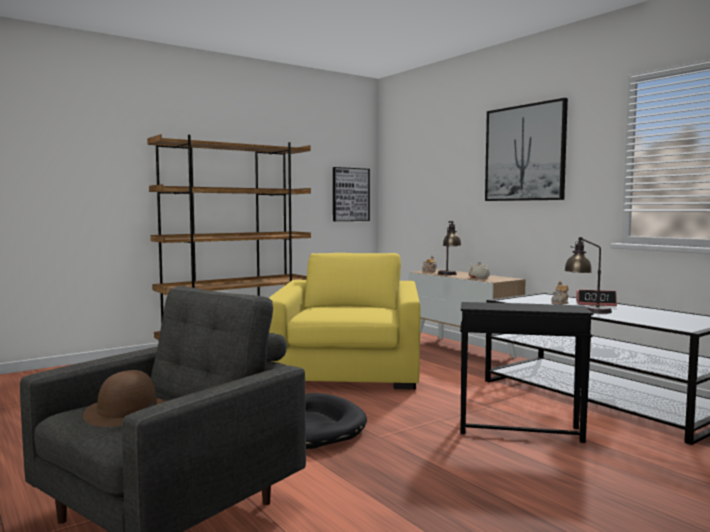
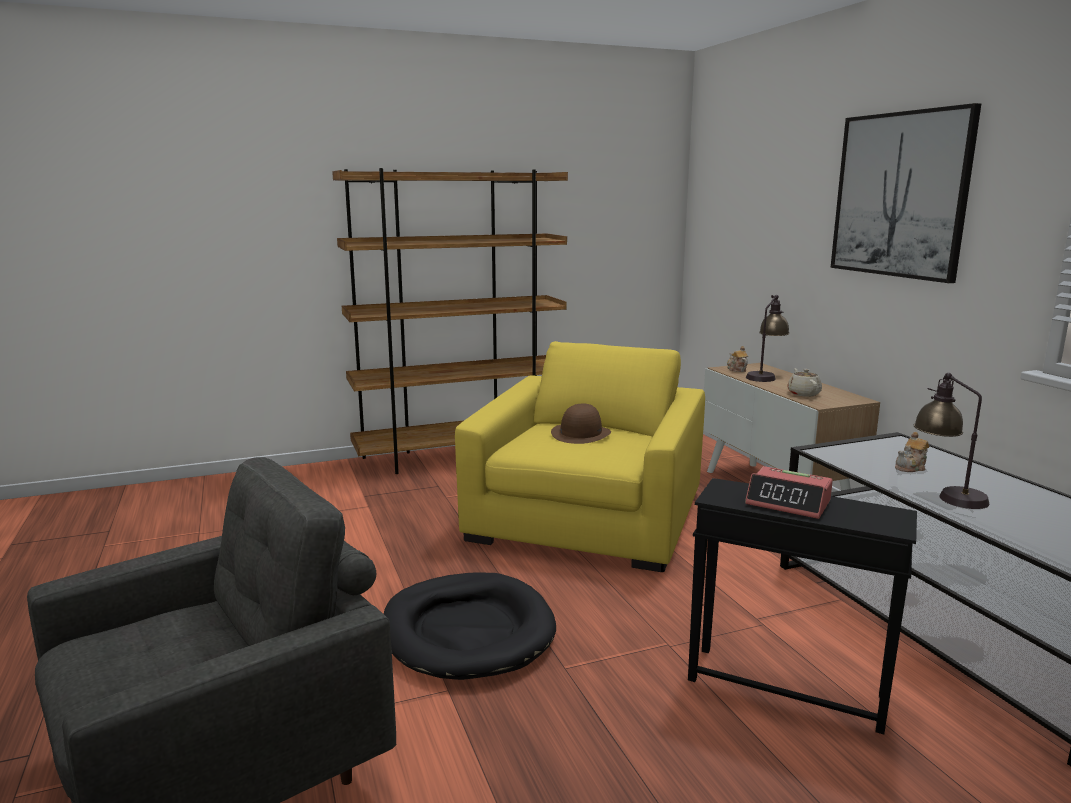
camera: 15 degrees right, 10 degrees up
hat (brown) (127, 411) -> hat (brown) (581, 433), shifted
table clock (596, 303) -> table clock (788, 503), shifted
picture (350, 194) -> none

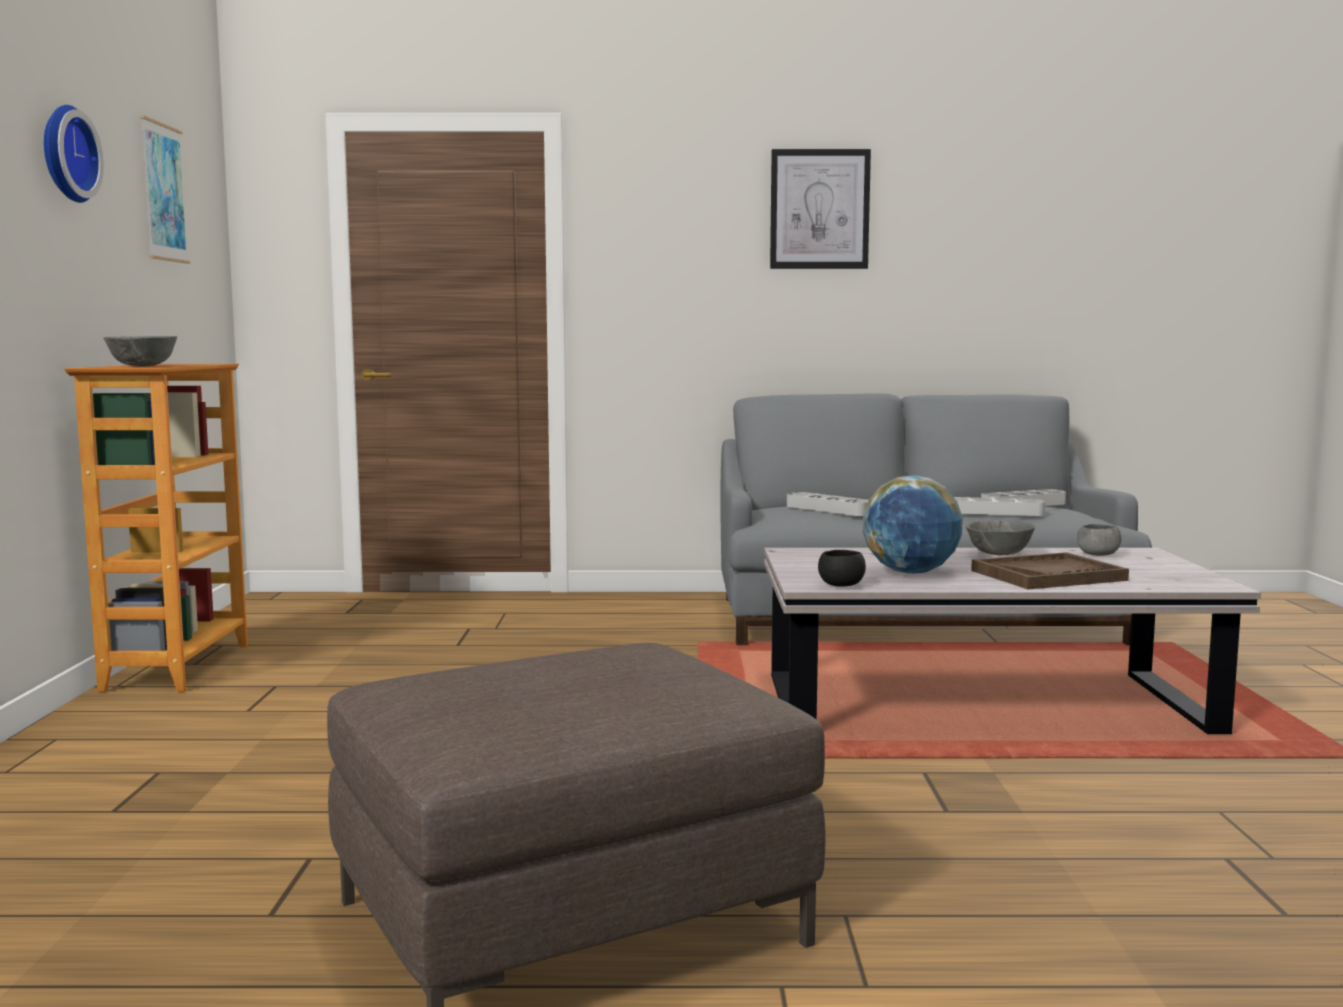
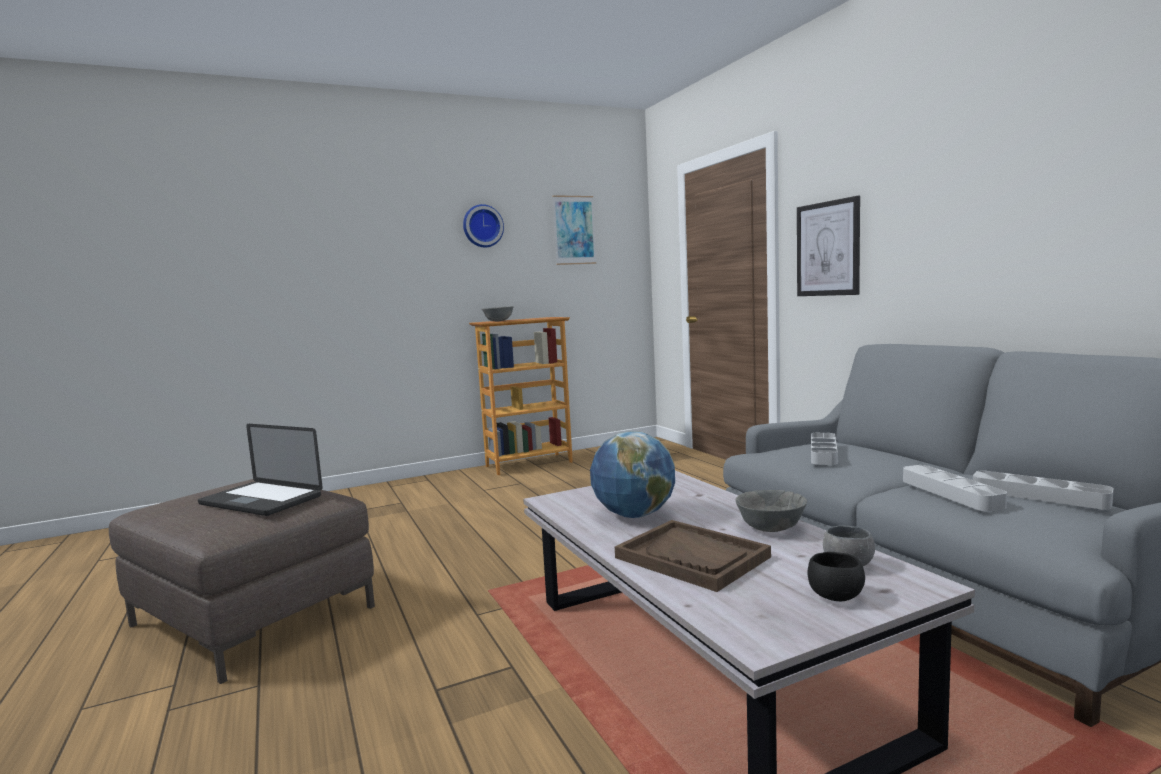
camera: 65 degrees right, 0 degrees up
none -> notebook computer (261, 500)
picture (819, 209) -> picture (828, 249), shifted
deep dish (black-coloured) (841, 585) -> deep dish (black-coloured) (835, 596), shifted

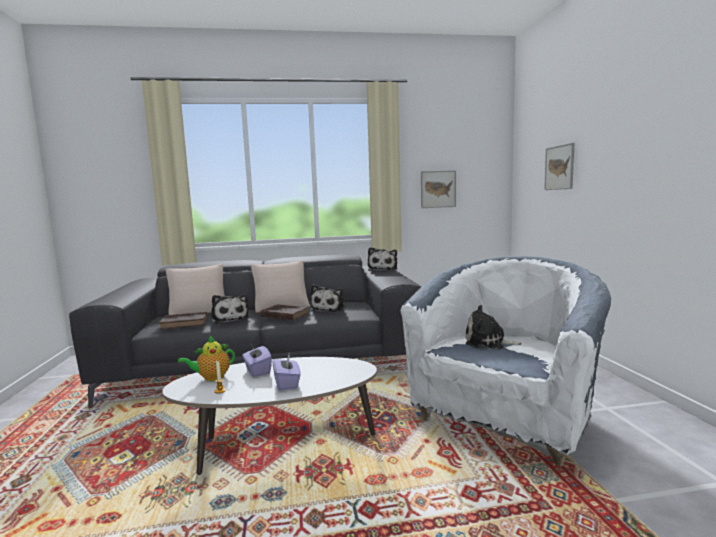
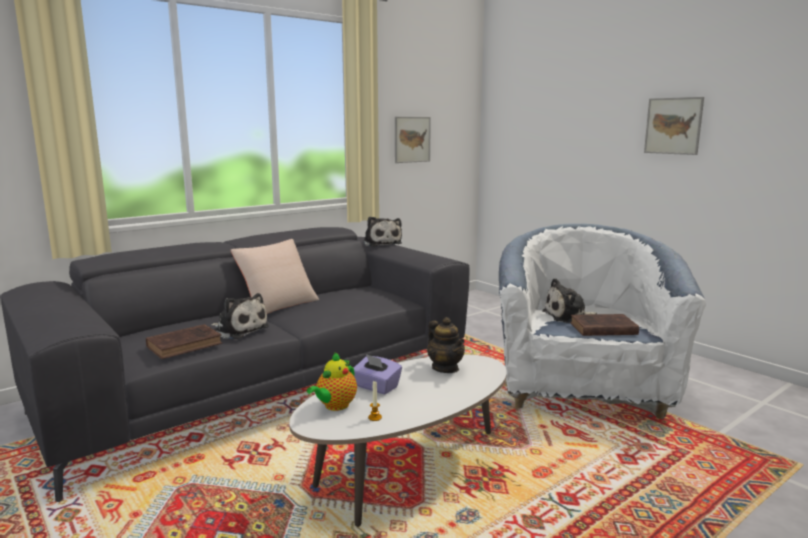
camera: 30 degrees left, 5 degrees up
none -> teapot (445, 368)
bound book (brown) (283, 315) -> bound book (brown) (601, 329), shifted
picture (559, 167) -> picture (673, 126), shifted
throw pillow (beige) (199, 311) -> none
tissue box (purplish) (287, 383) -> none
soft toy (329, 309) -> none

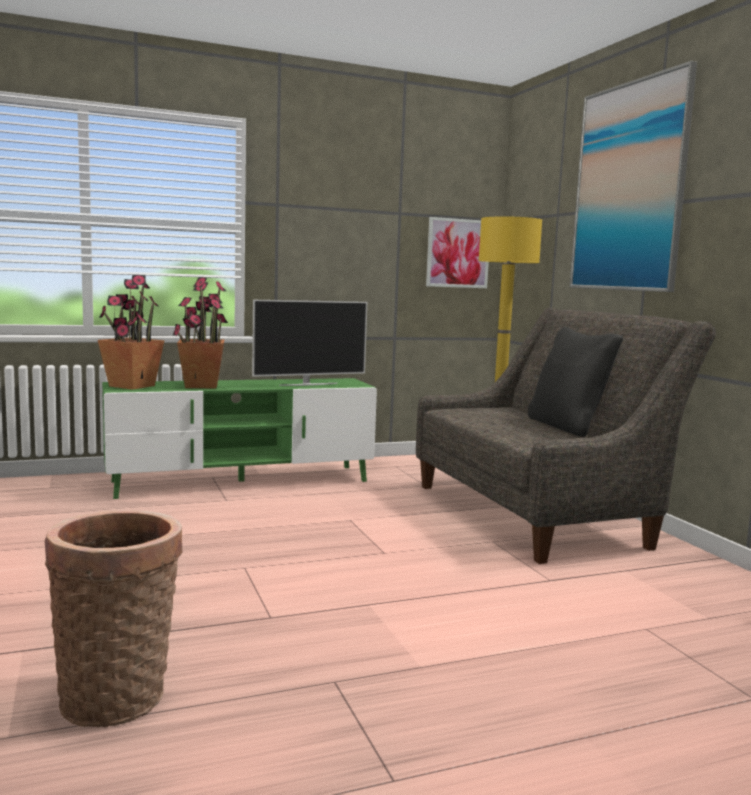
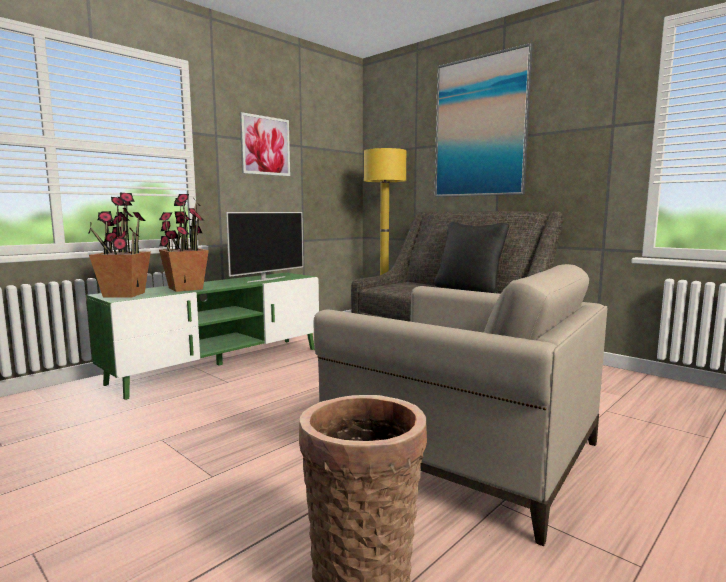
camera: 25 degrees left, 0 degrees up
picture (457, 253) -> picture (265, 146), shifted
none -> lounge chair (beige) (461, 451)

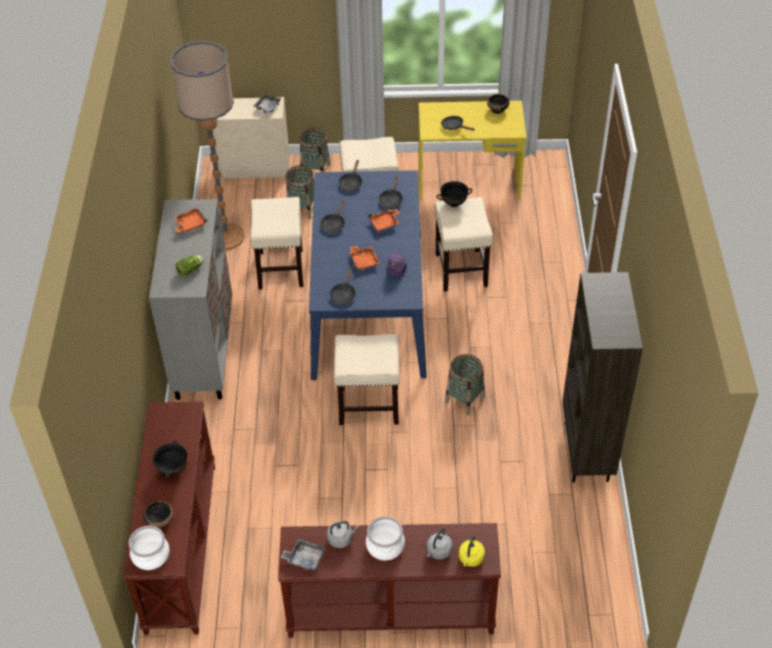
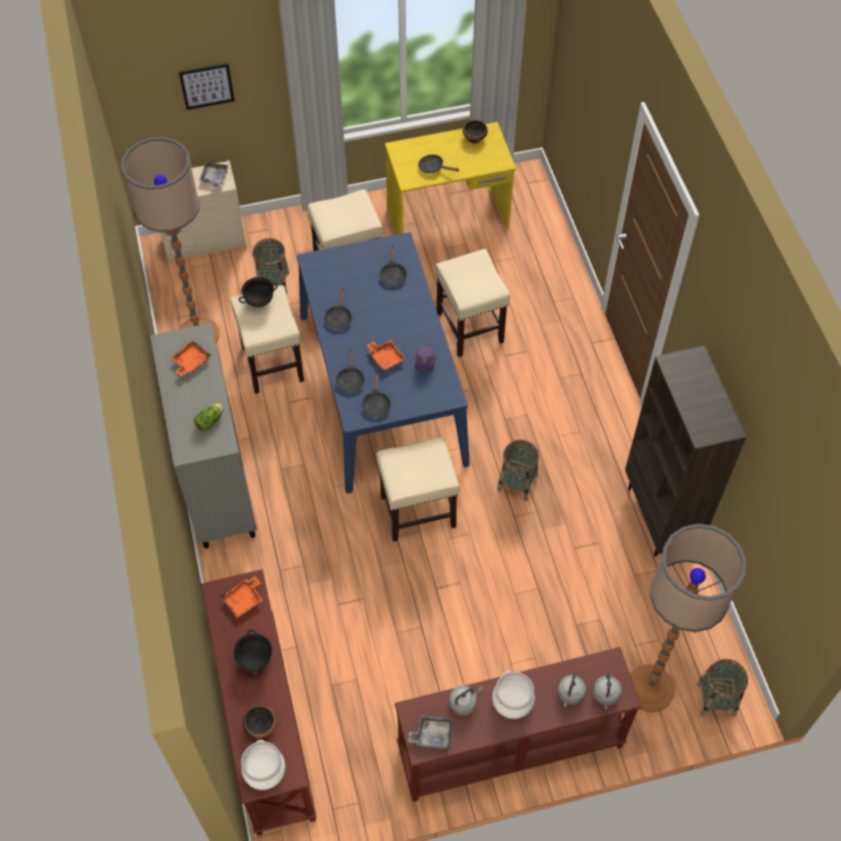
camera: 15 degrees left, 10 degrees up
none -> picture (207, 86)
carrying tray (orange-coloured) (384, 223) -> carrying tray (orange-coloured) (244, 600), shifted
deep dish (black-coloured) (454, 203) -> deep dish (black-coloured) (259, 301), shifted
pan (black-coloured) (351, 183) -> pan (black-coloured) (350, 380), shifted
tea kettle (yellow) (471, 559) -> tea kettle (gray) (606, 695)
none -> floor lamp (649, 688)
basket (315, 170) -> basket (716, 699), shifted

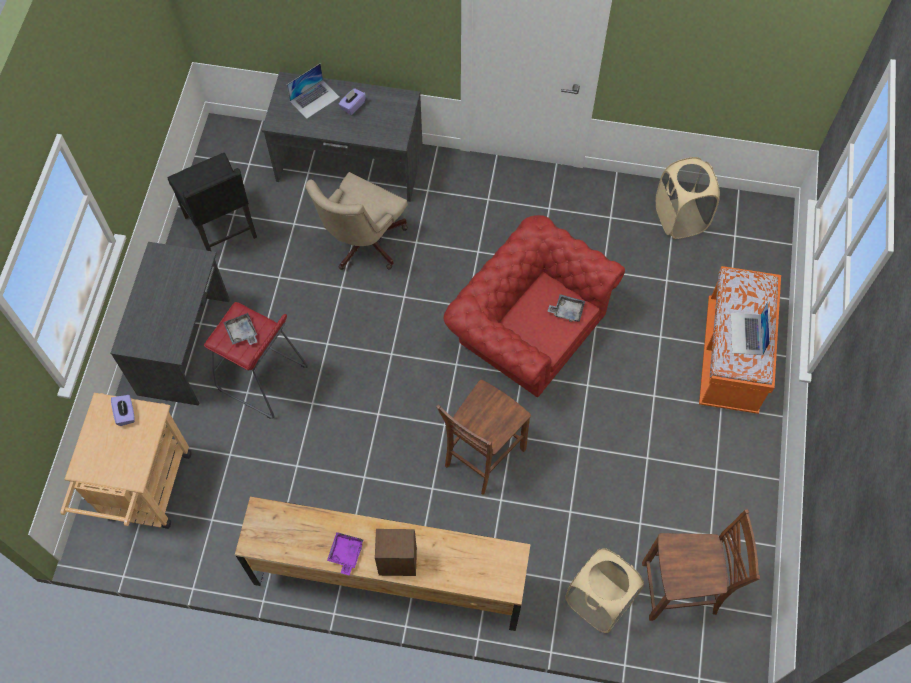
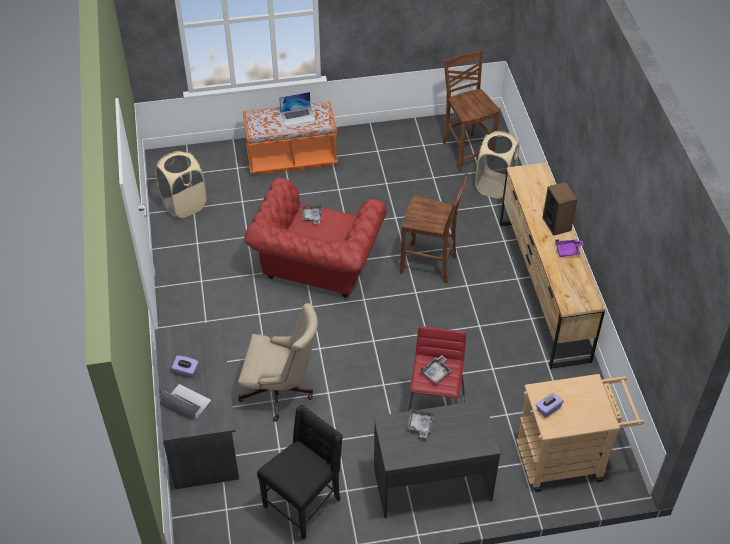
camera: 110 degrees left, 15 degrees down
none -> carrying tray (gray) (420, 425)

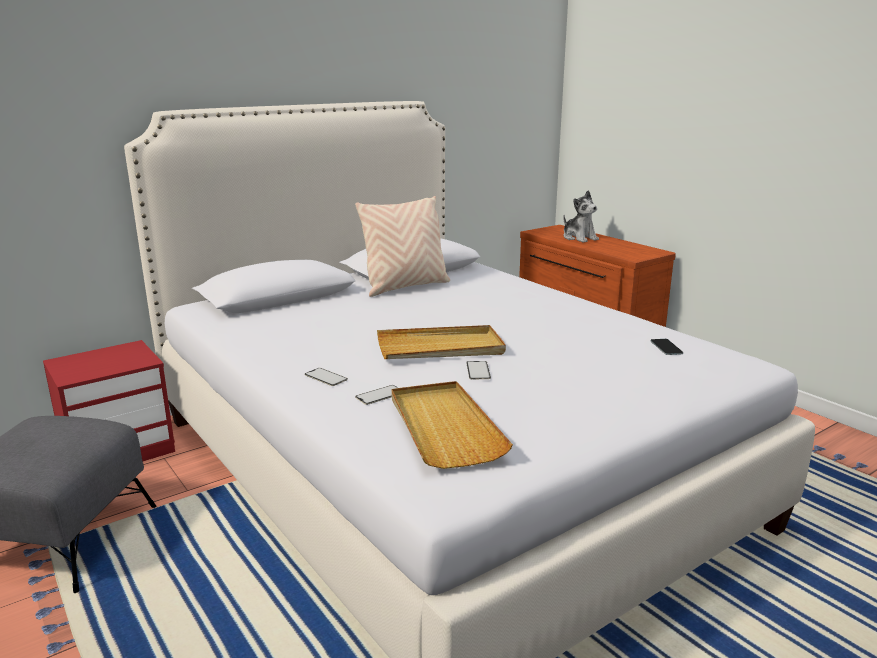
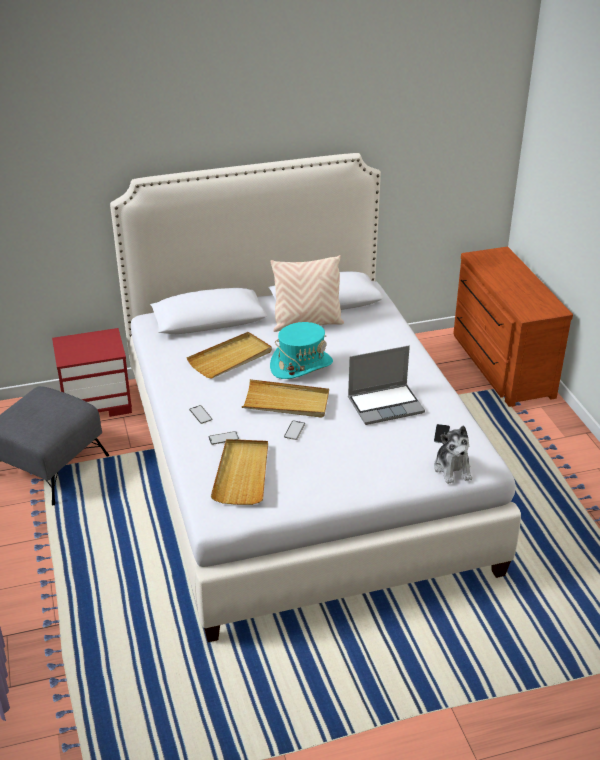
camera: 20 degrees right, 15 degrees up
none -> carrying tray (beige) (231, 358)
none -> hat (turquoise) (301, 365)
none -> notebook computer (386, 405)
soft toy (579, 238) -> soft toy (452, 468), shifted

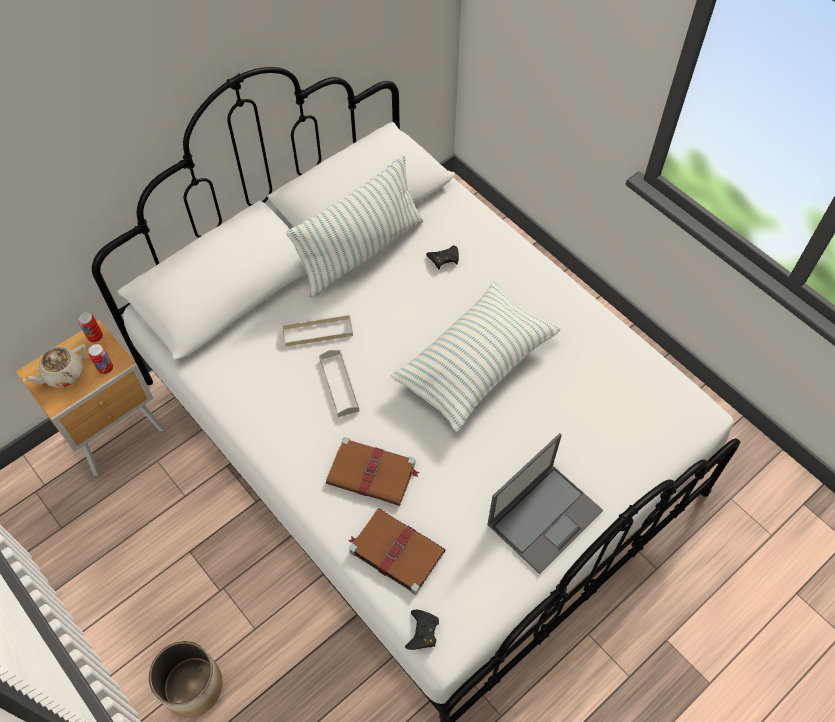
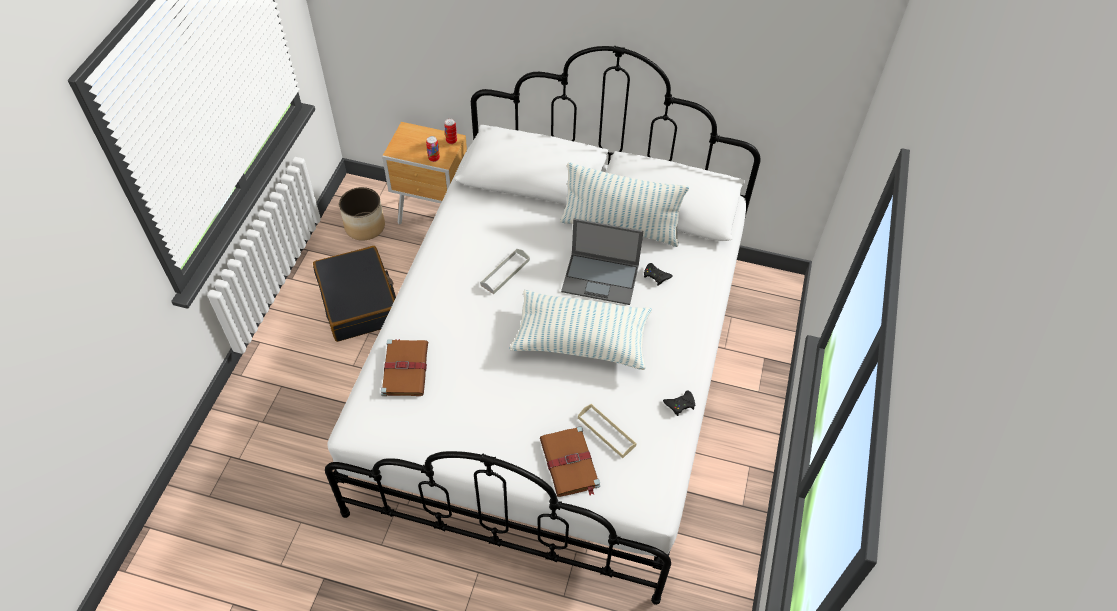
camera: 55 degrees right, 5 degrees down
none -> piece of luggage (black-coloured) (359, 302)
flower pot (192, 685) -> flower pot (365, 226), shifted
bound book (brown) (373, 474) -> bound book (brown) (570, 464), shifted
notebook computer (545, 516) -> notebook computer (601, 278), shifted
carrying tray (beige) (317, 332) -> carrying tray (beige) (606, 432), shifted
gamepad (black-coloured) (422, 632) -> gamepad (black-coloured) (680, 404), shifted
teapot (beige) (63, 374) -> none

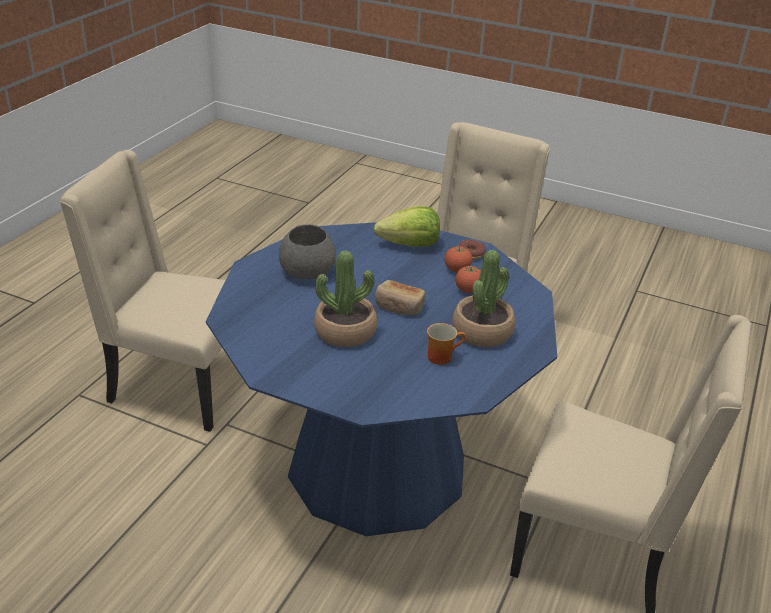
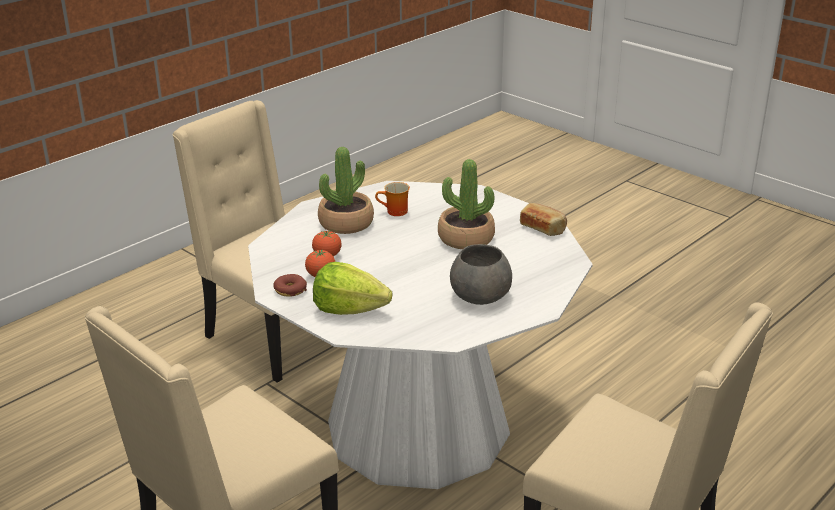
camera: 160 degrees left, 5 degrees down
dinner table (blue) (377, 466) -> dinner table (white-coloured) (418, 427)
baked bread (399, 307) -> baked bread (543, 228), shifted

